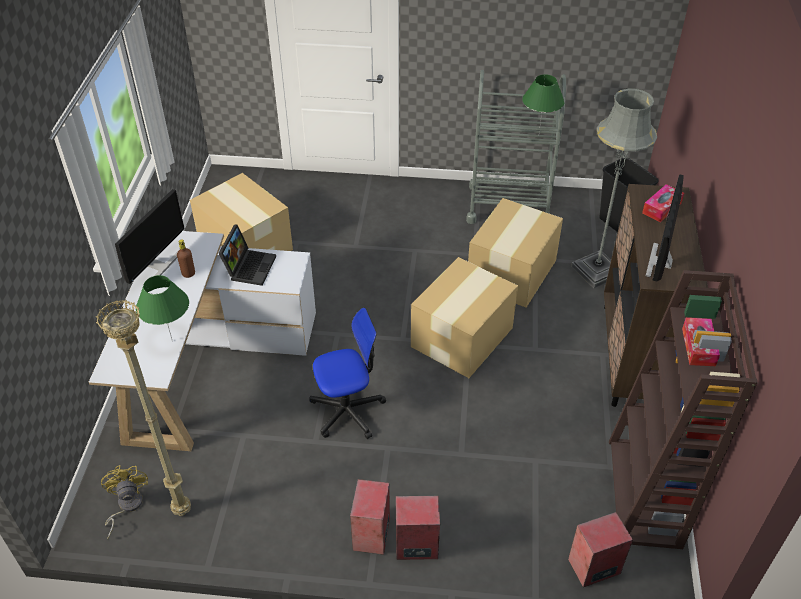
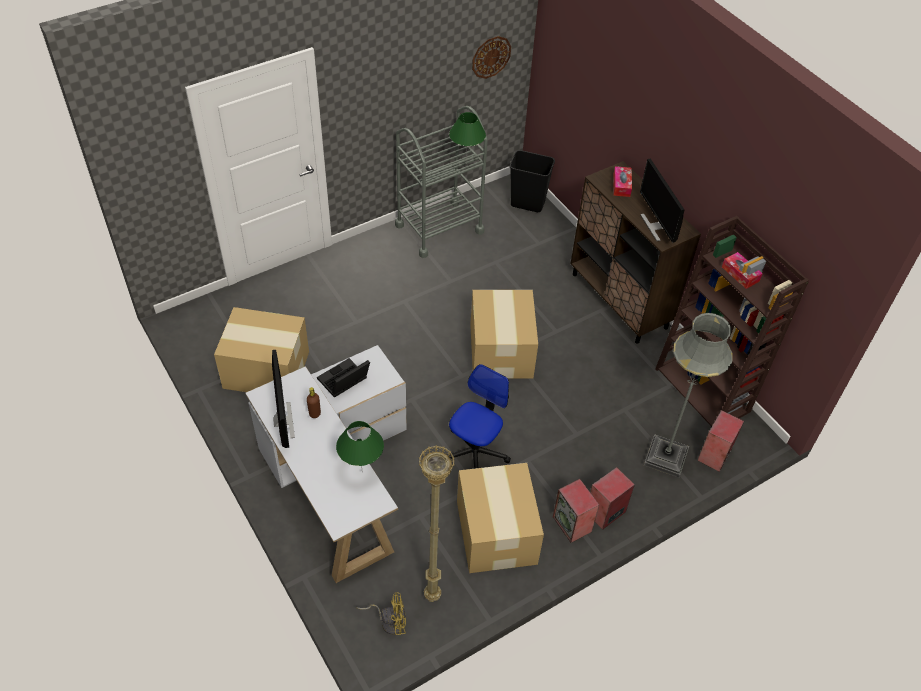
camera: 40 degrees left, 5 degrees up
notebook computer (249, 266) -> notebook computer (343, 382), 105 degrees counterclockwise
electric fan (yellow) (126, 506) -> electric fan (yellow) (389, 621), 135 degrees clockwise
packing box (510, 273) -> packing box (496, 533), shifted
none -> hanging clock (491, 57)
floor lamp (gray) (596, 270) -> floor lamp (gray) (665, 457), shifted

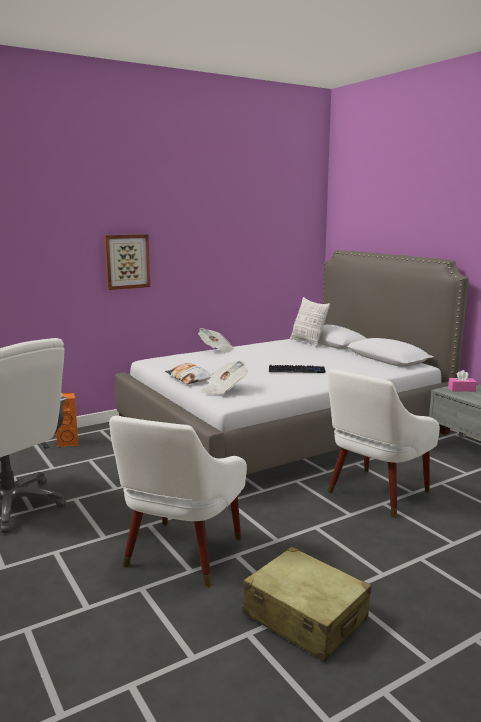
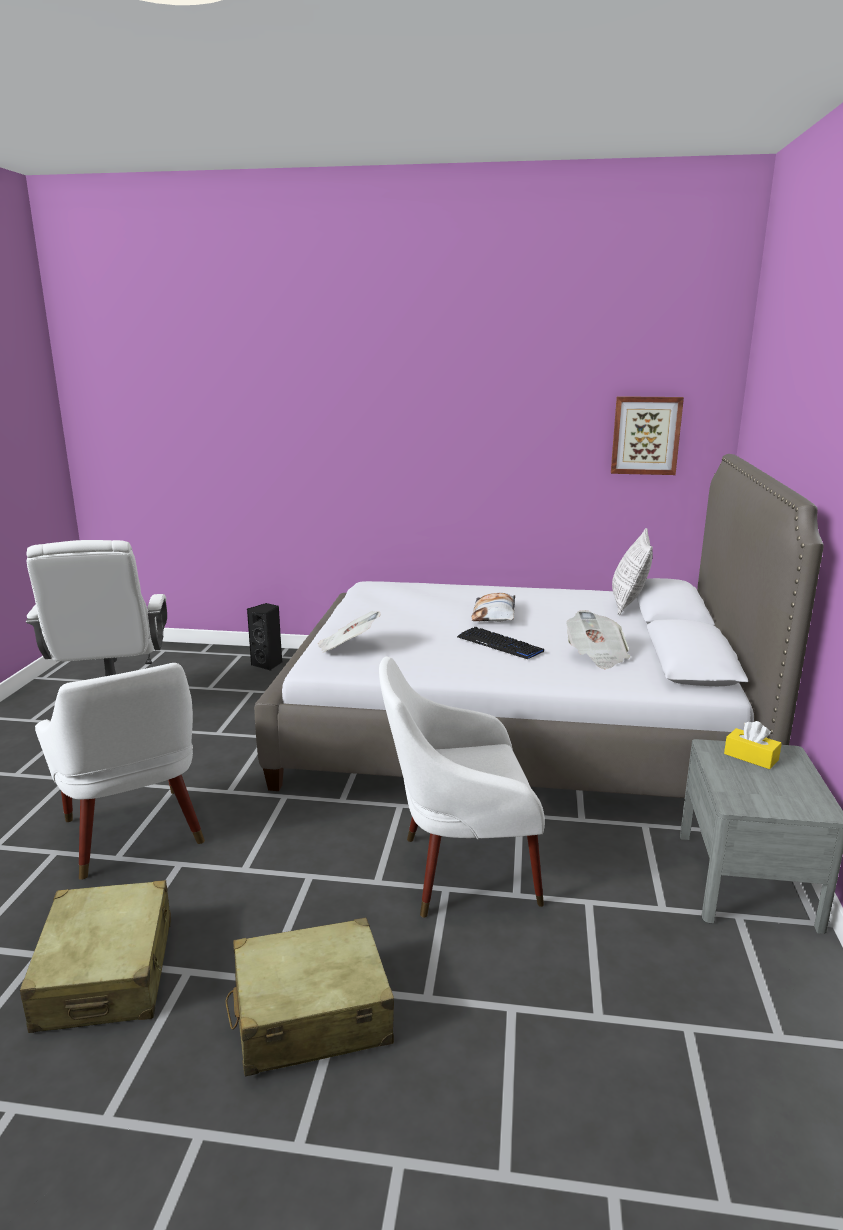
camera: 40 degrees right, 5 degrees up
lounge chair (white-coloured) (180, 557) -> lounge chair (white-coloured) (135, 837), 90 degrees counterclockwise
none -> piece of luggage (beige) (310, 1014)
audio speaker (orange-coloured) (69, 442) -> audio speaker (black-coloured) (268, 664)
throw pillow (189, 378) -> throw pillow (494, 614), shifted
printed paper (215, 349) -> printed paper (596, 656), shifted
picture (127, 261) -> picture (645, 435), shifted
tissue box (pink-coloured) (461, 389) -> tissue box (yellow) (751, 757)

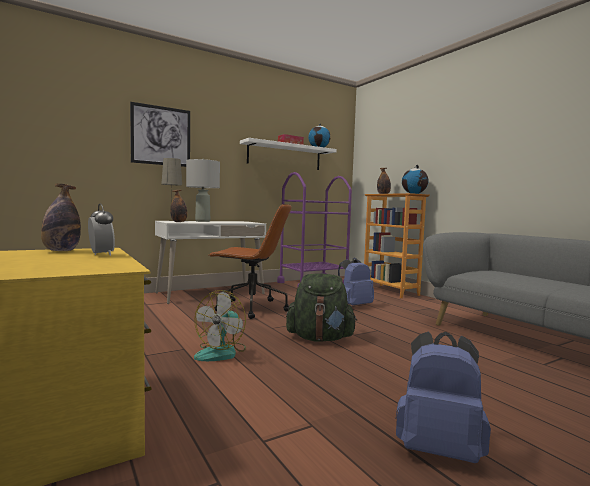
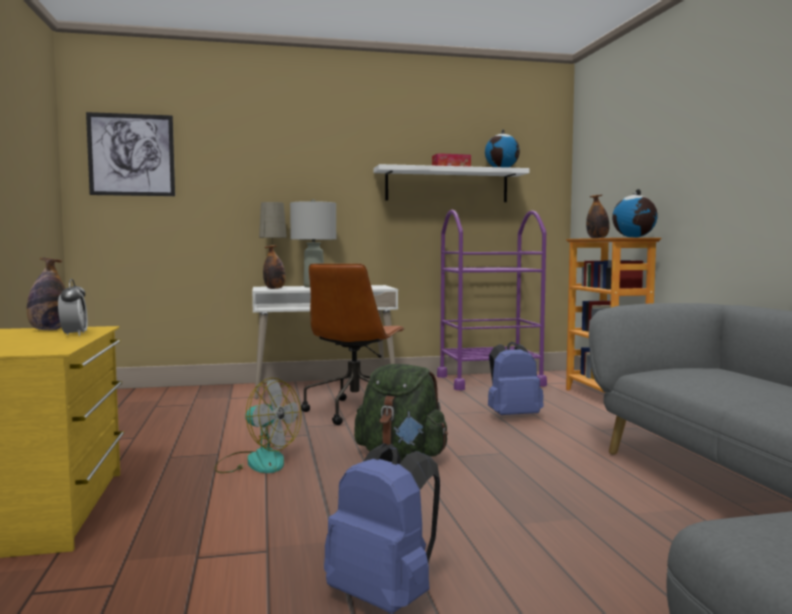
camera: 20 degrees right, 0 degrees up
picture (161, 135) -> picture (131, 155), shifted
electric fan (221, 352) -> electric fan (256, 462), 105 degrees counterclockwise
desk chair (brown) (250, 308) -> desk chair (brown) (355, 411), 75 degrees clockwise

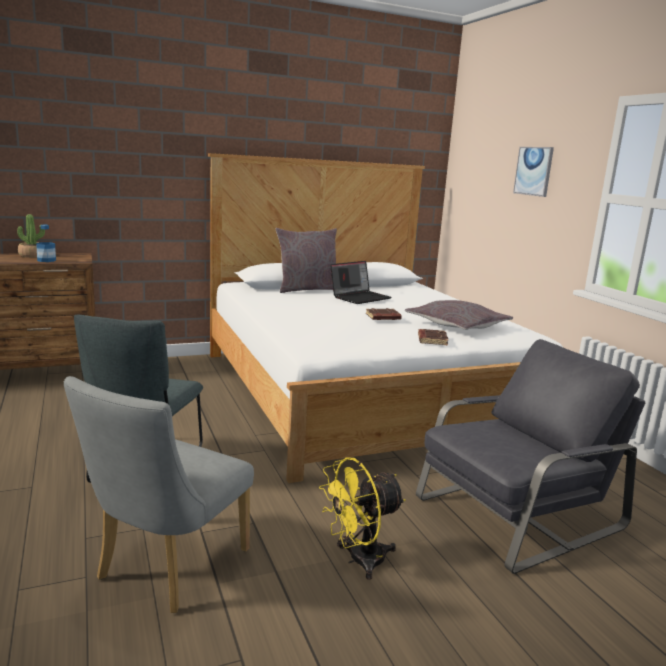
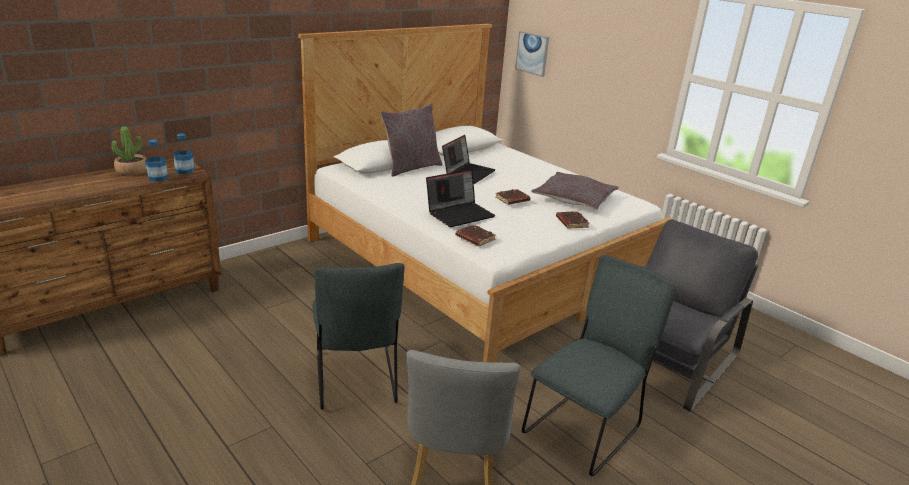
camera: 20 degrees left, 10 degrees up
none -> drink bottle (184, 171)
none -> notebook computer (460, 214)
none -> bound book (brown) (474, 238)
picture (533, 171) -> picture (532, 53), shifted
electric fan (yellow) (358, 560) -> chair (gray) (585, 428)

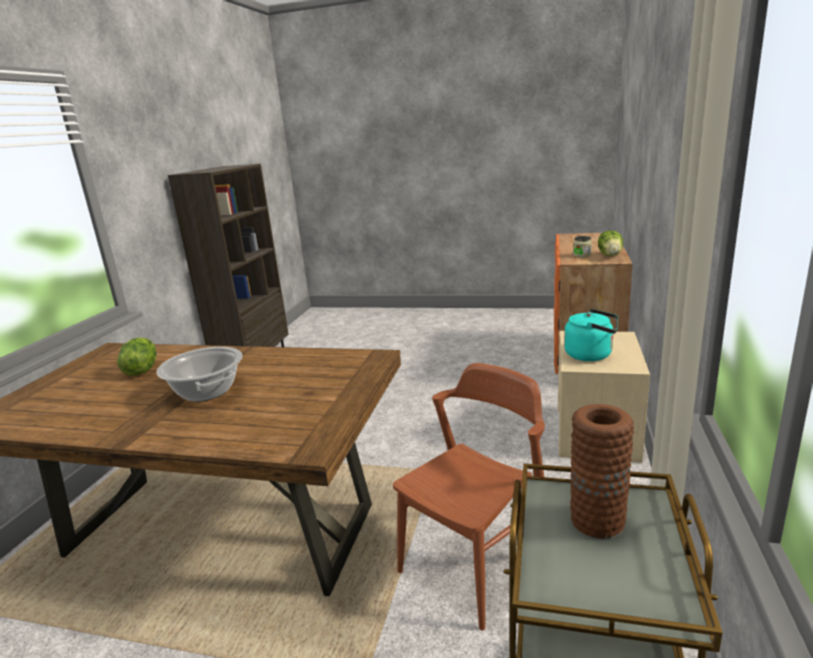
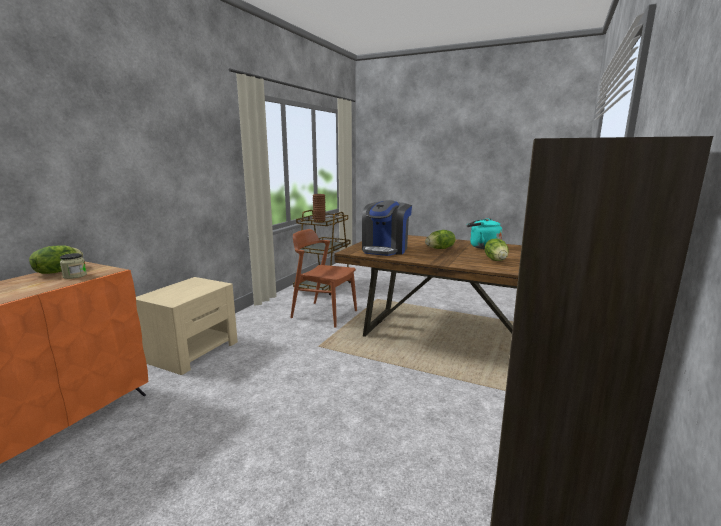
camera: 170 degrees left, 5 degrees down
chair (brown) (476, 562) -> chair (brown) (324, 314), 60 degrees clockwise
none -> coffee brewer (385, 250)
stockpot (206, 391) -> lettuce (440, 249)
tea kettle (turquoise) (591, 355) -> tea kettle (turquoise) (482, 247), shifted

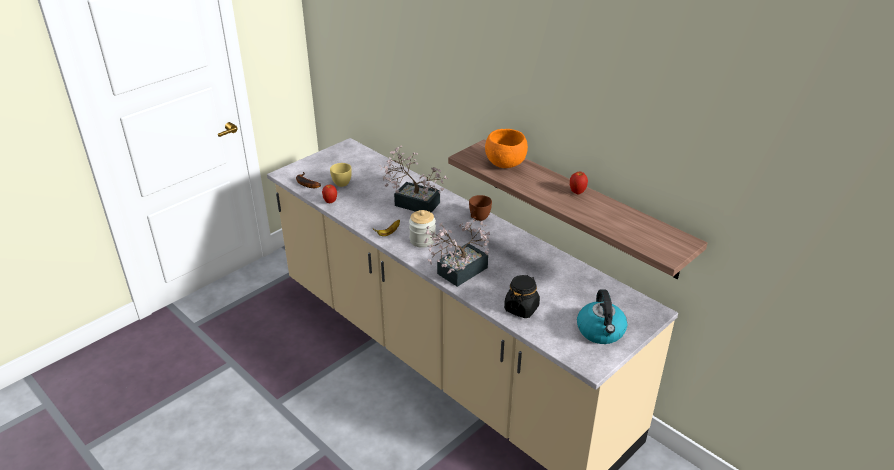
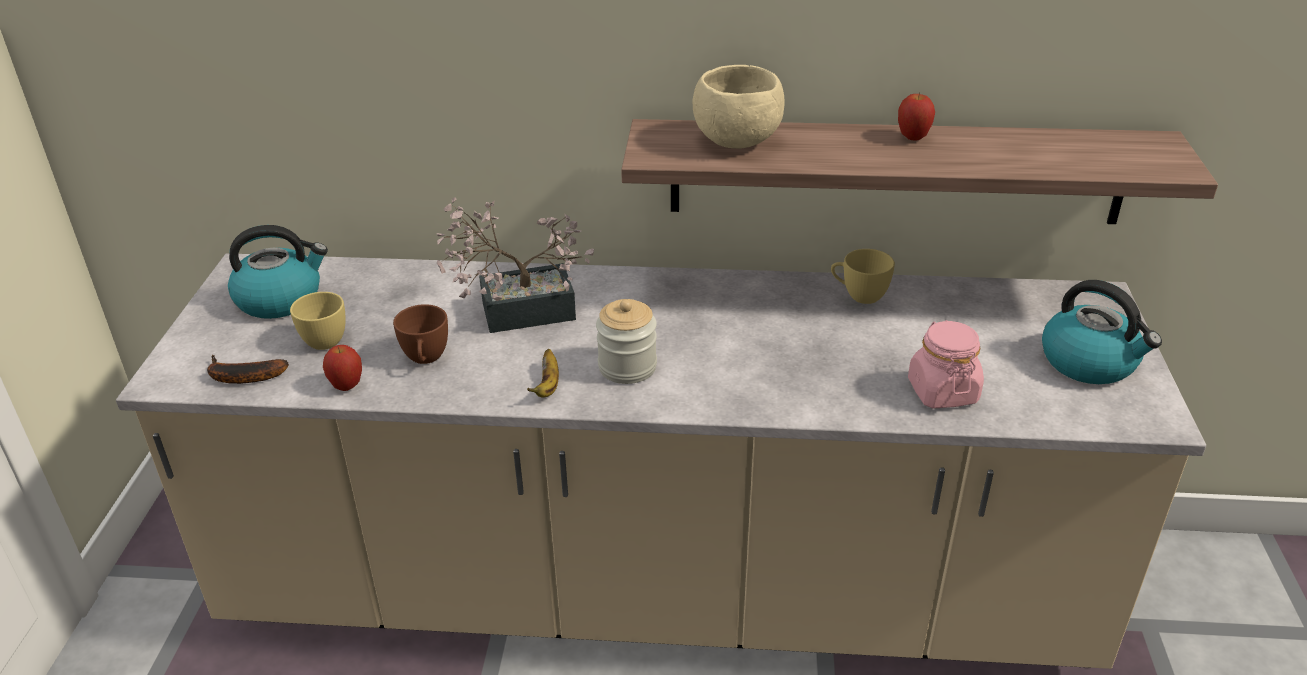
camera: 40 degrees left, 0 degrees up
none -> tea kettle (280, 299)
cup (brown) (478, 218) -> cup (brown) (425, 359), shifted
deep dish (orange-coloured) (505, 164) -> deep dish (beige) (737, 142)
none -> cup (yellow) (859, 295)
preserve jar (black-coloured) (521, 308) -> preserve jar (pink-coloured) (942, 391)
potted plant (457, 273) -> none

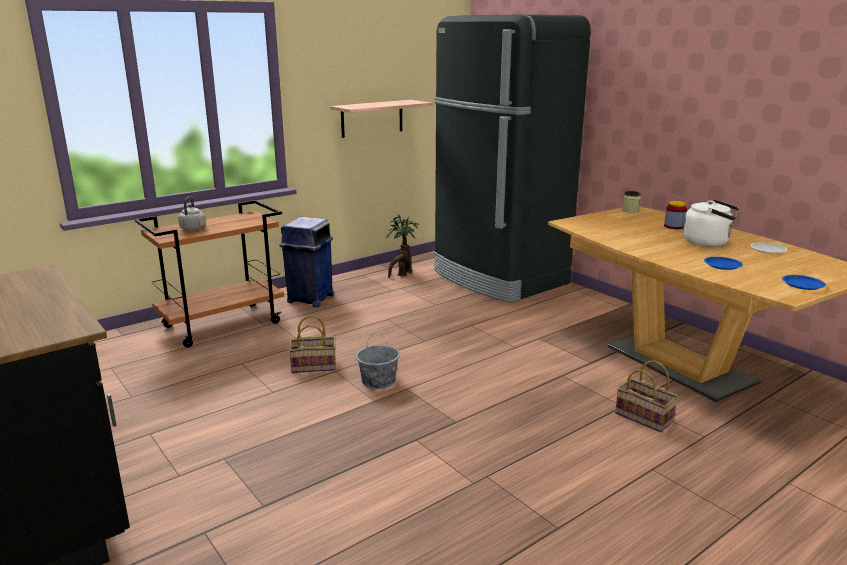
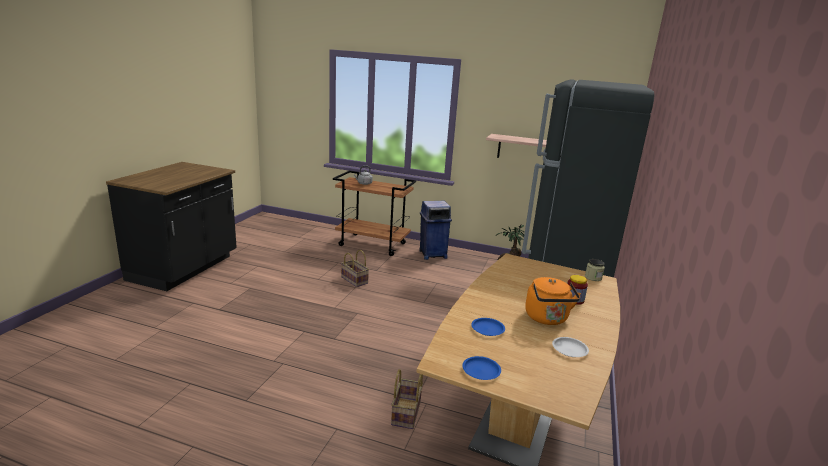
camera: 55 degrees right, 0 degrees up
tea kettle (white-coloured) (708, 243) -> tea kettle (orange-coloured) (547, 319)
bucket (gray) (378, 381) -> none

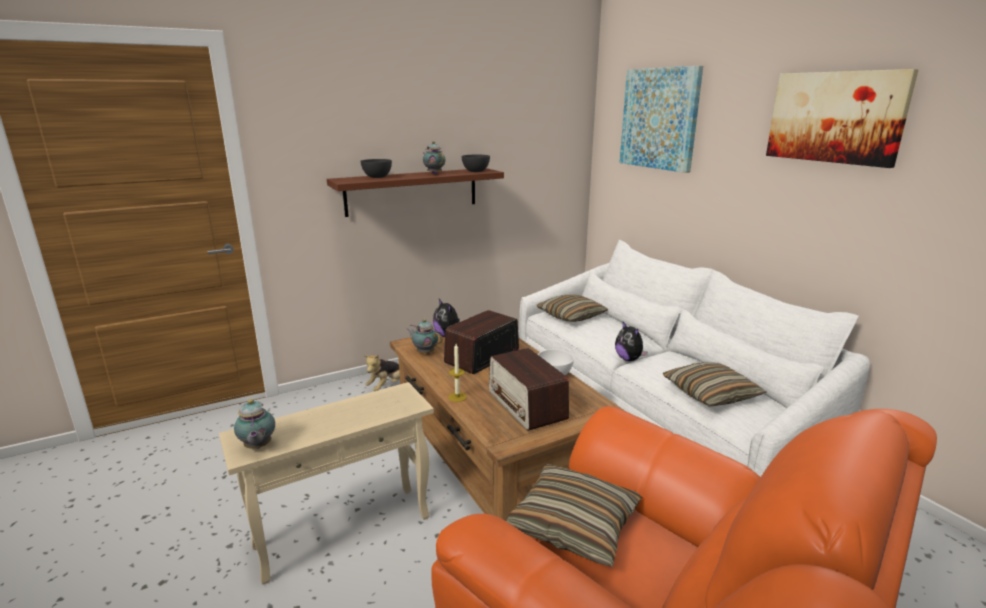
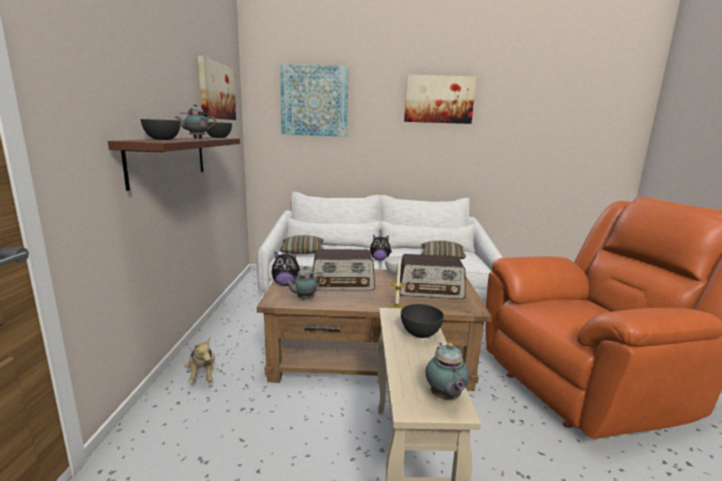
camera: 60 degrees left, 5 degrees down
none -> picture (216, 91)
radio set (482, 357) -> radio set (343, 284), 75 degrees counterclockwise
none -> deep dish (gray) (421, 333)
teapot (258, 447) -> teapot (445, 398), 75 degrees clockwise
throw pillow (574, 524) -> none

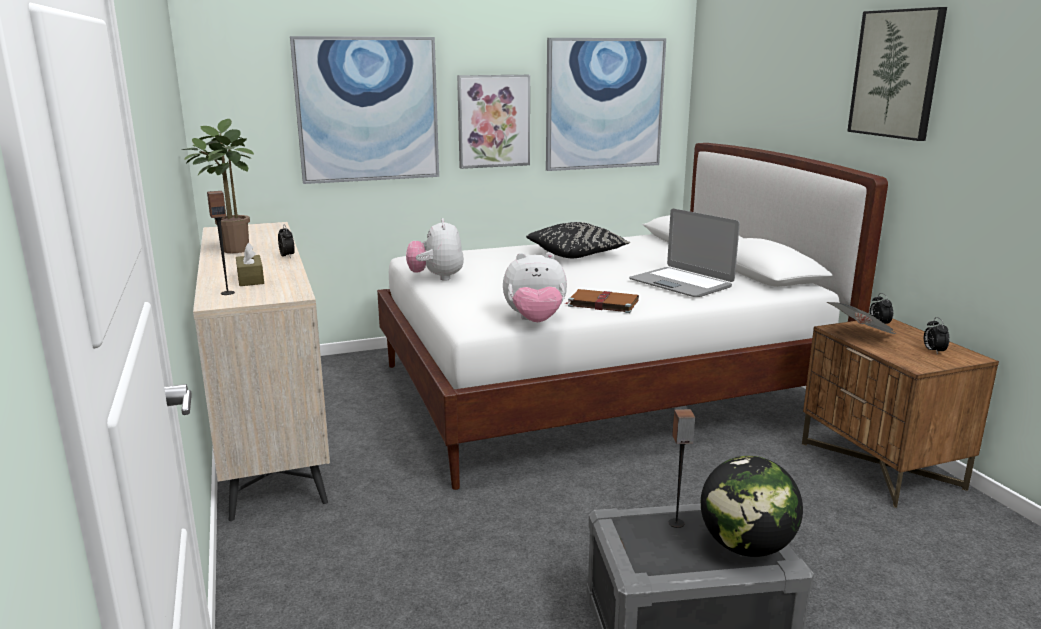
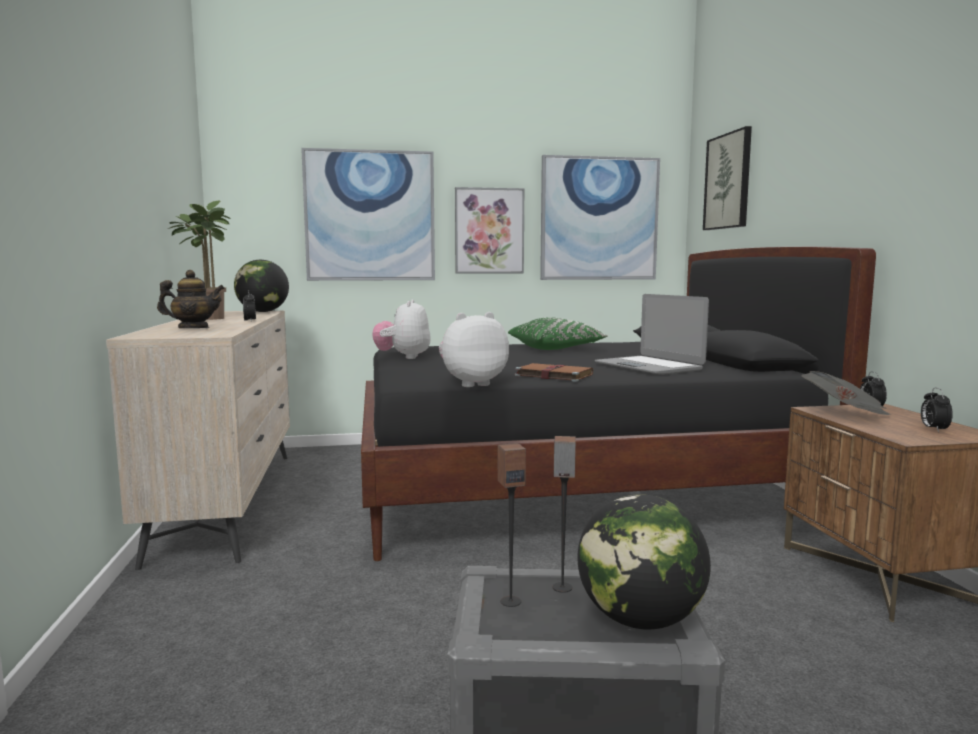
camera: 10 degrees right, 10 degrees down
tissue box (brown) (250, 279) -> teapot (193, 328)
none -> desk globe (263, 312)
sleeping bed (white-coloured) (599, 390) -> sleeping bed (black-coloured) (571, 486)
soft toy (535, 321) -> soft toy (471, 384), 150 degrees clockwise
audio speaker (227, 293) -> audio speaker (510, 601), shifted
throw pillow (black-coloured) (577, 254) -> throw pillow (green) (556, 348)
picture (896, 74) -> picture (728, 181), shifted

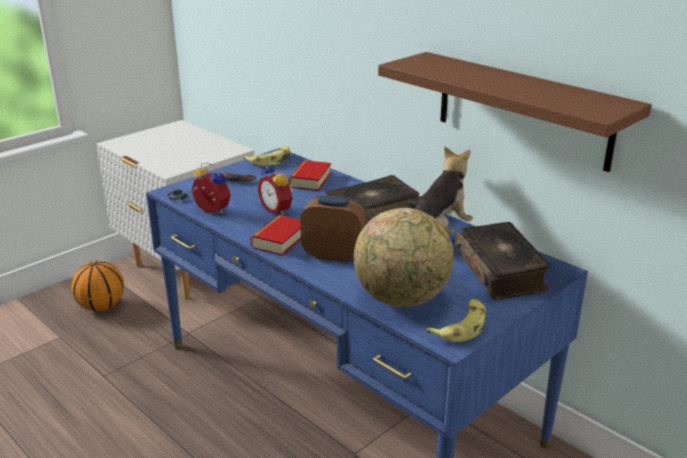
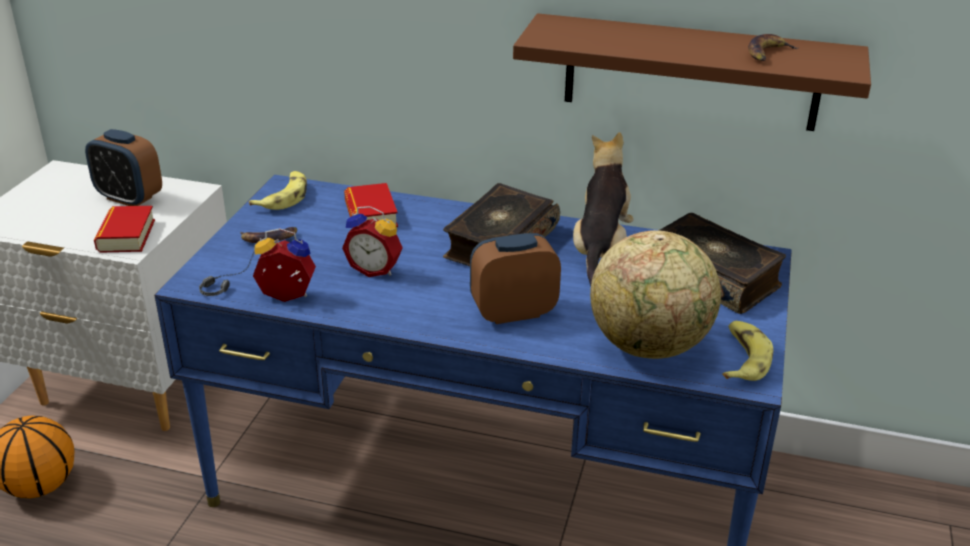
camera: 30 degrees left, 5 degrees up
none -> table clock (129, 198)
bound book (280, 240) -> bound book (126, 236), shifted
none -> banana fruit (767, 53)

